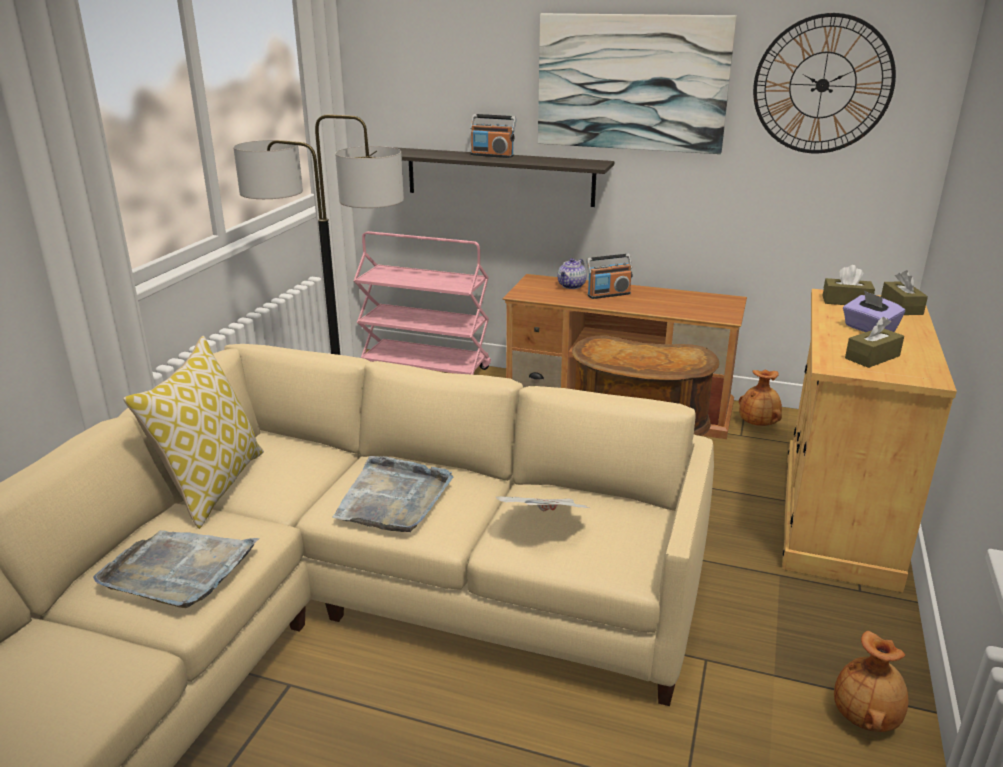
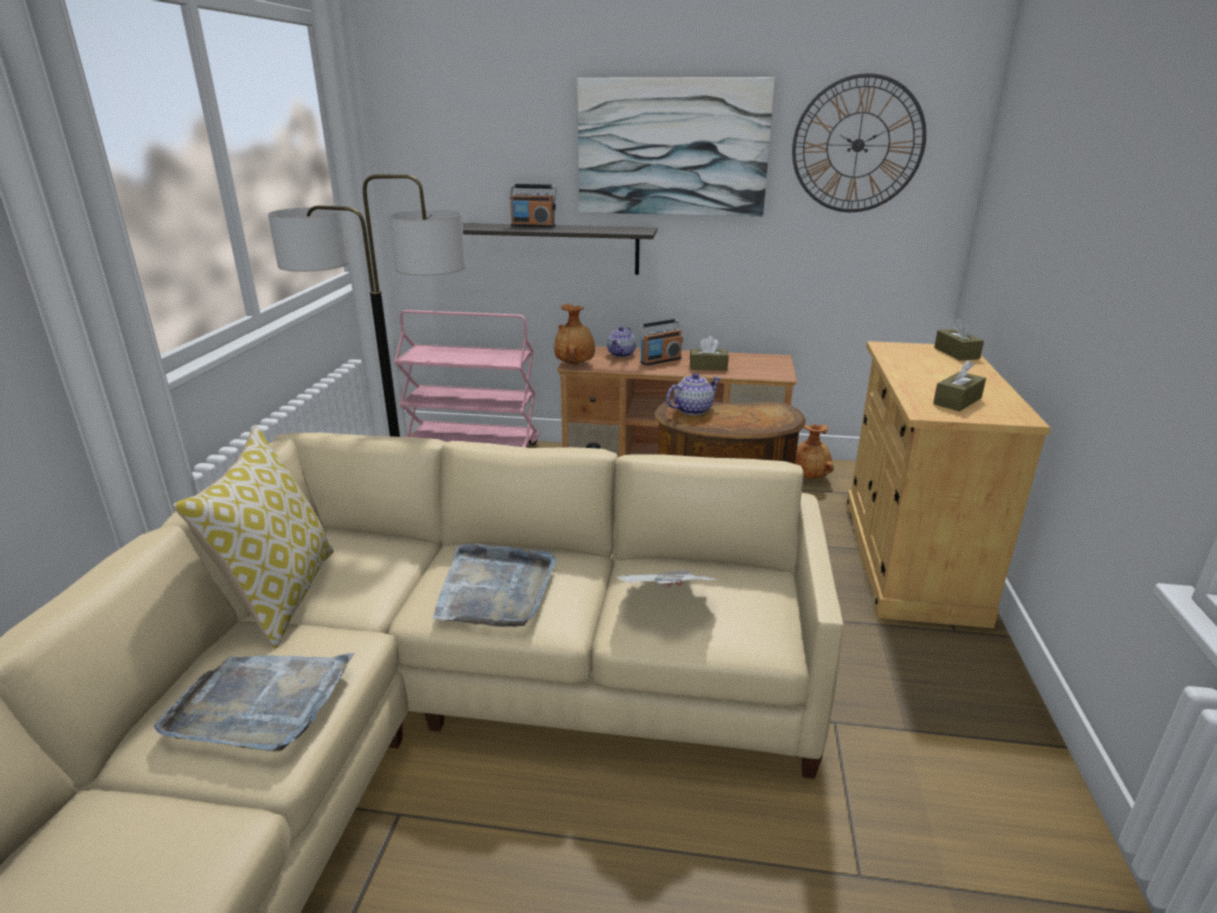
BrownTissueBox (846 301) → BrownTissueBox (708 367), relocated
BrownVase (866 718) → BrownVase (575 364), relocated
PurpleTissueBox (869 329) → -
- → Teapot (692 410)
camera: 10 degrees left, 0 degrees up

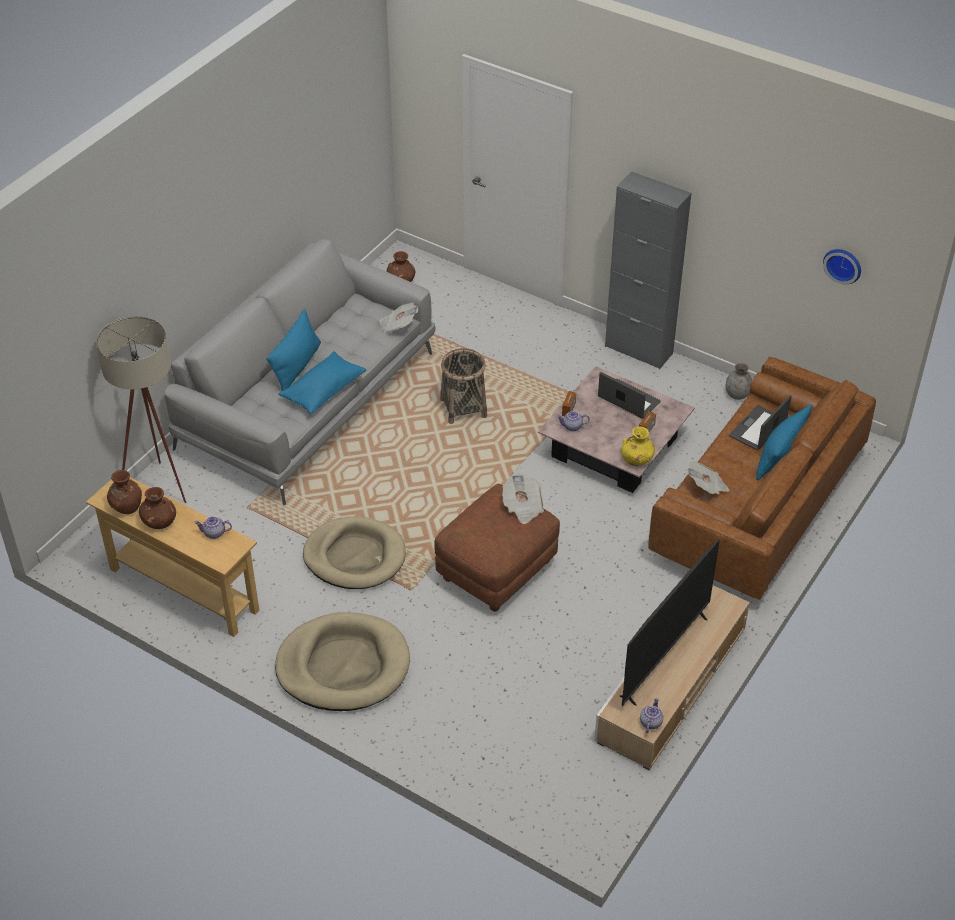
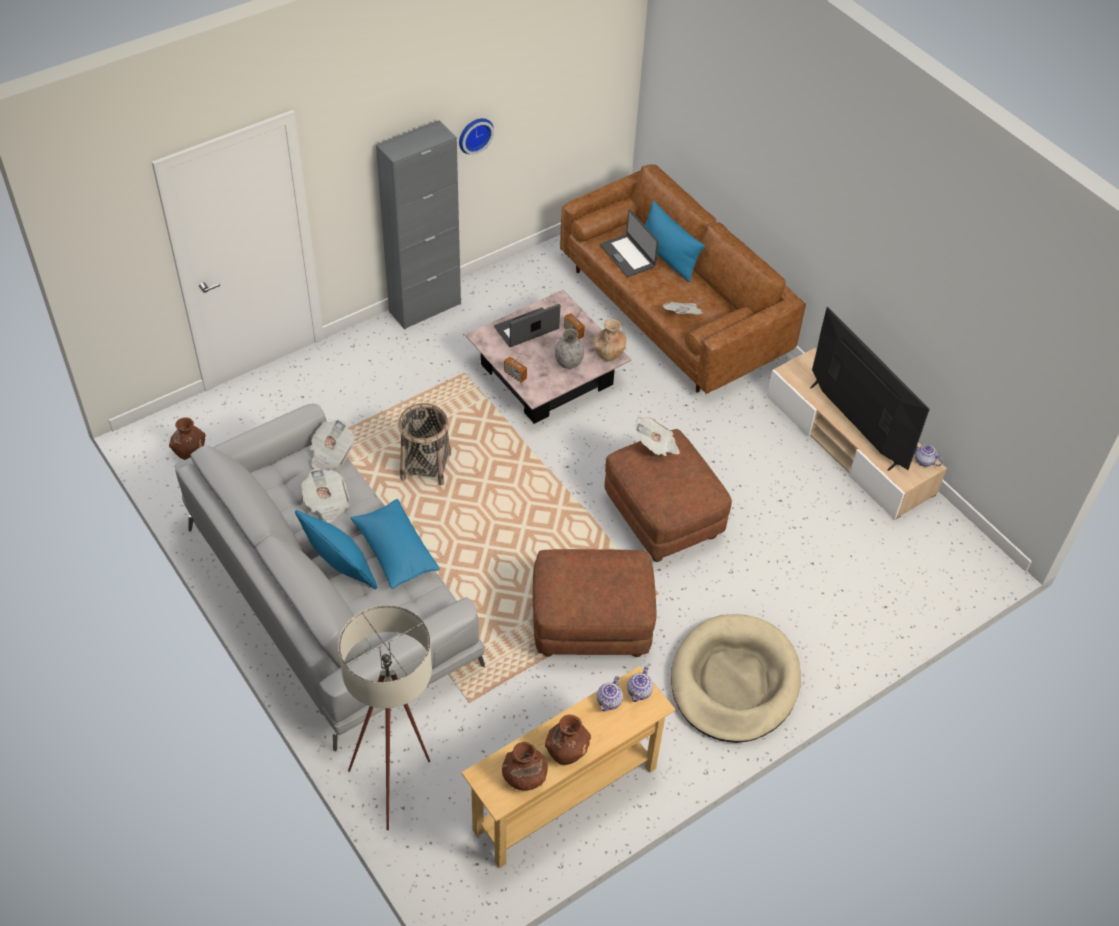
BeigeDogBed (355 556) → BrownOttoman (590 625)
Teapot (572 427) → Teapot (639 692), relocated
YellowVase (637 459) → BrownVase (609 353)
GreyVase (737 395) → GreyVase (568 362), relocated
WallClock (843 264) → WallClock (474 134), relocated
- → Newspaper (326 503)
camera: 70 degrees left, 5 degrees up

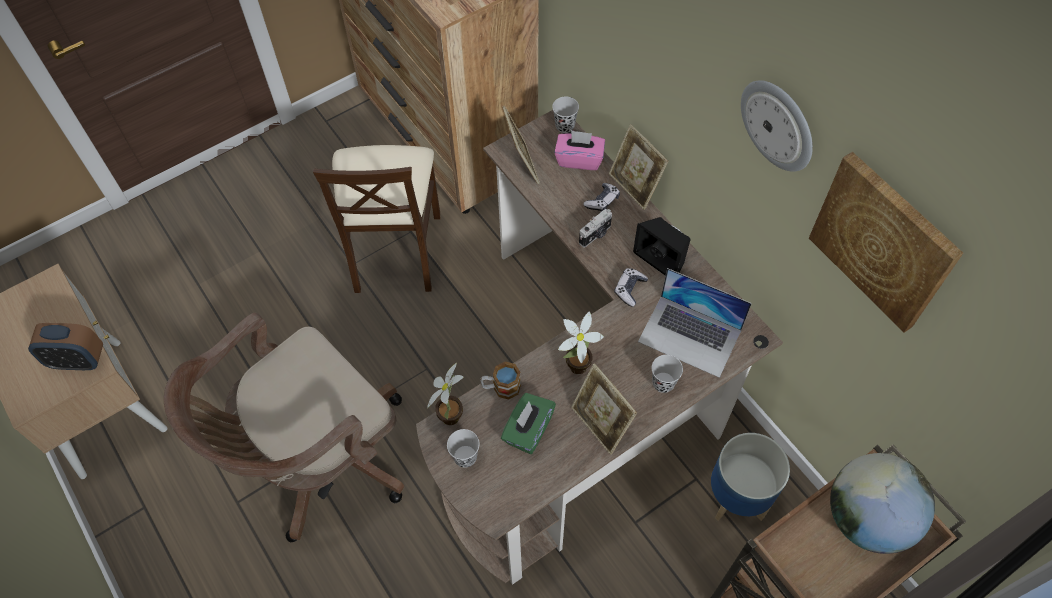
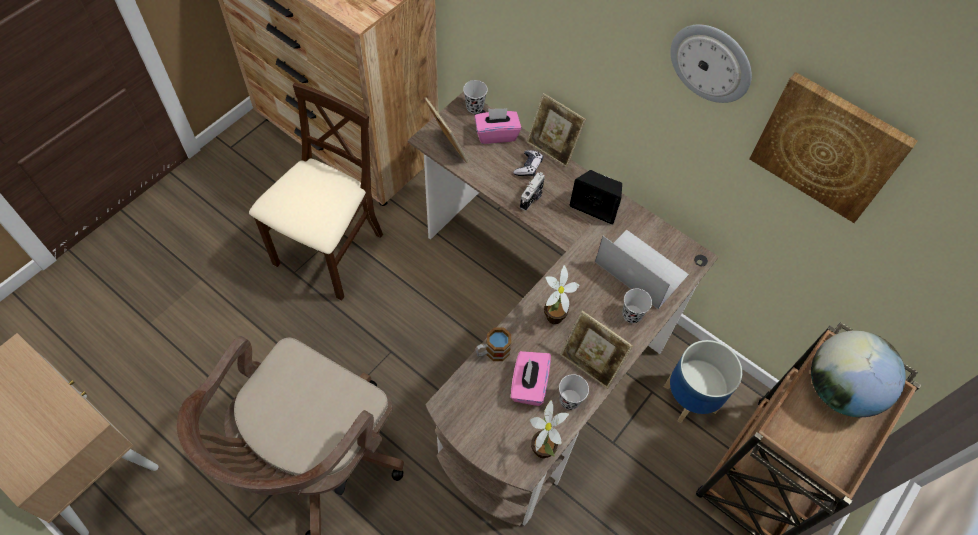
AlarmClock (78 360) → -
BeigeChair (395 251) → BeigeChair (330 252), 135 degrees counterclockwise
PottedPlant (452 414) → PottedPlant (543 446), relocated
BlackCup (465 457) → BlackCup (569 400), relocated
GreenTissueBox (528 430) → PinkTissueBox (528 385)
GameController (629 289) → -
Laptop (690 336) → Laptop (641 268), 150 degrees counterclockwise
camera: 20 degrees left, 0 degrees up

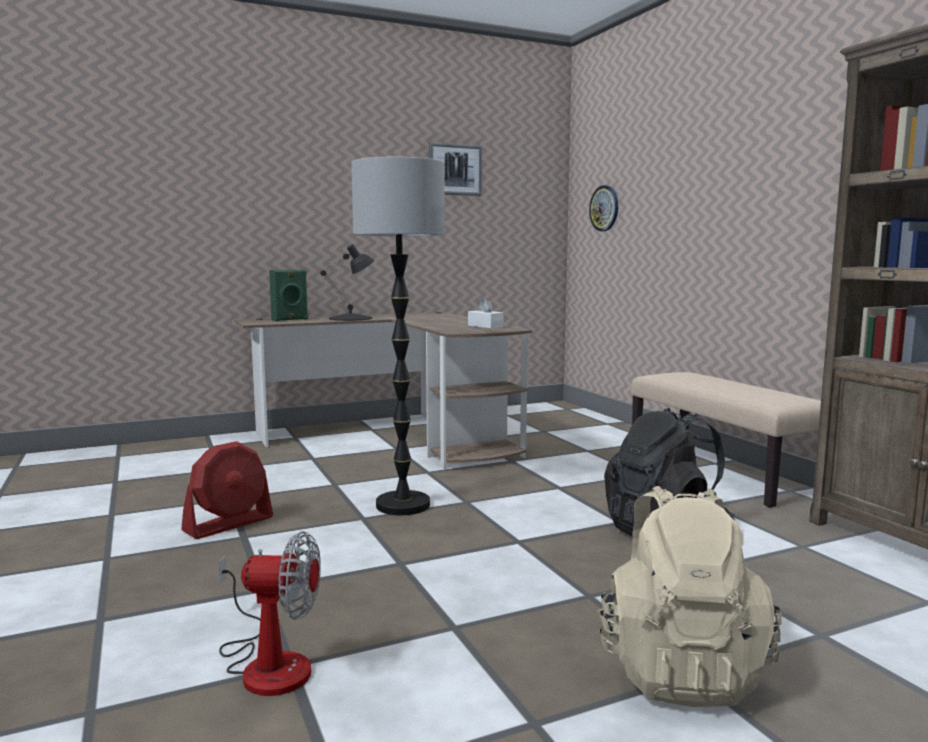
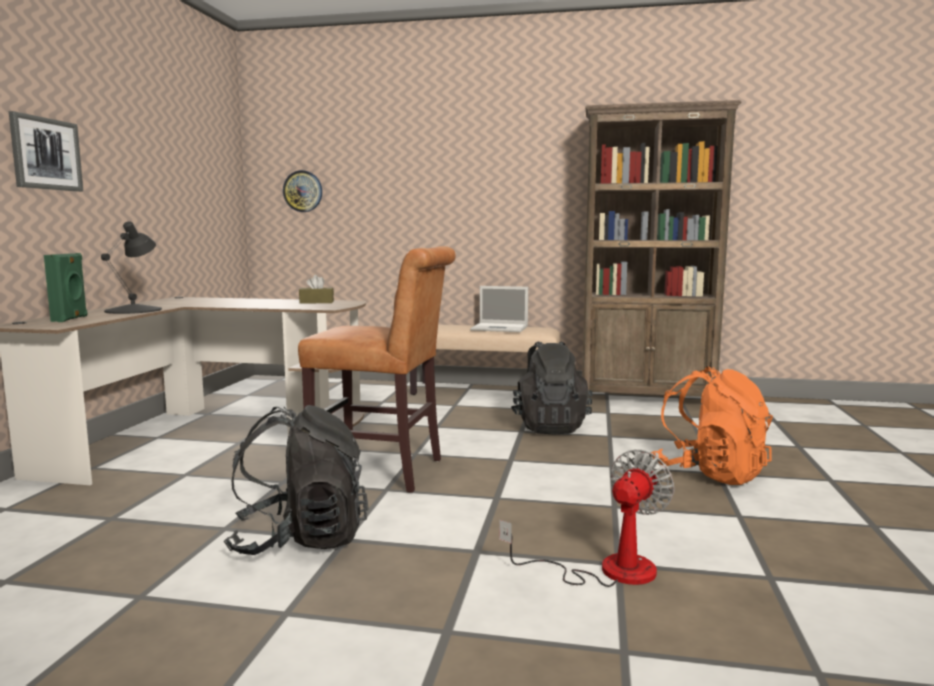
RedFan (229 524) → BlackBackpack (300 540)
FloorLamp (402 505) → BrownChair (384 472)
Picture (455 169) → Picture (46 154), relocated
WhiteTissueBox (485 326) → BrownTissueBox (316 302)
BeigeBackpack (679 669) → OrangeBackpack (710 473)
- → Laptop (500 328)
camera: 55 degrees left, 0 degrees up

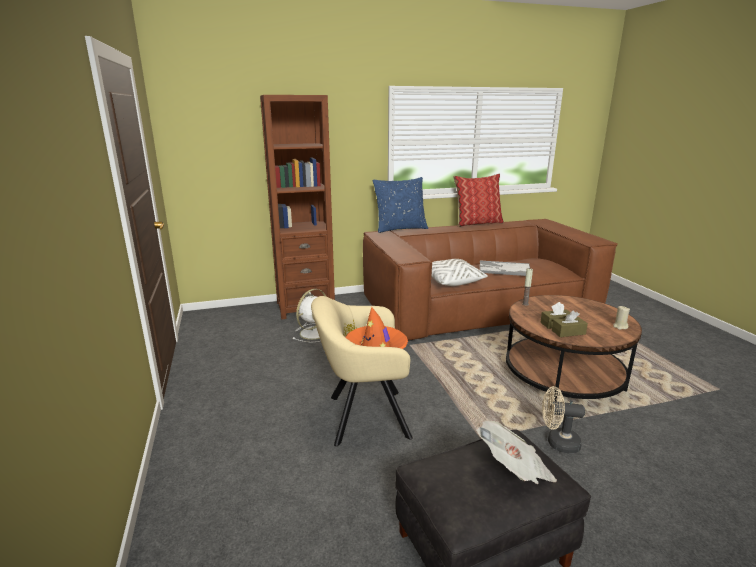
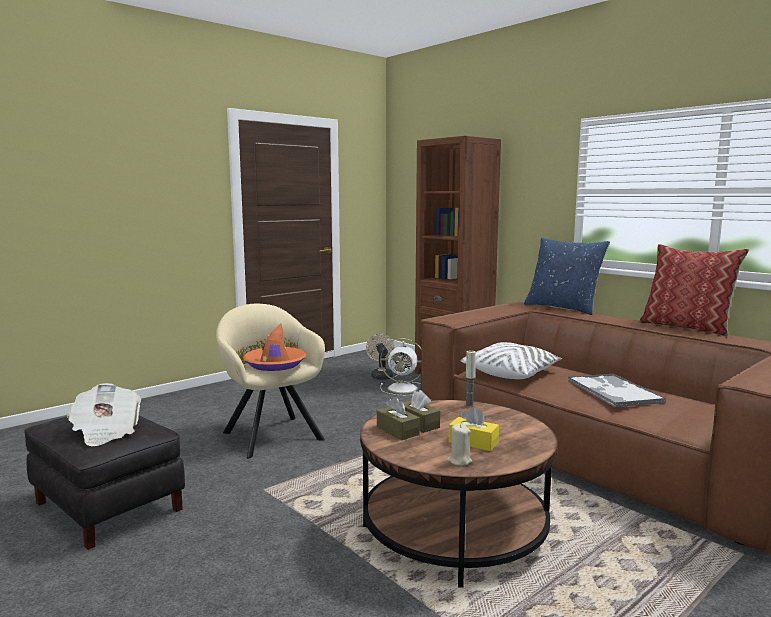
BeigeFan (557 443) → BeigeFan (381 375), relocated
- → YellowTissueBox (473 442)
camera: 65 degrees right, 10 degrees down

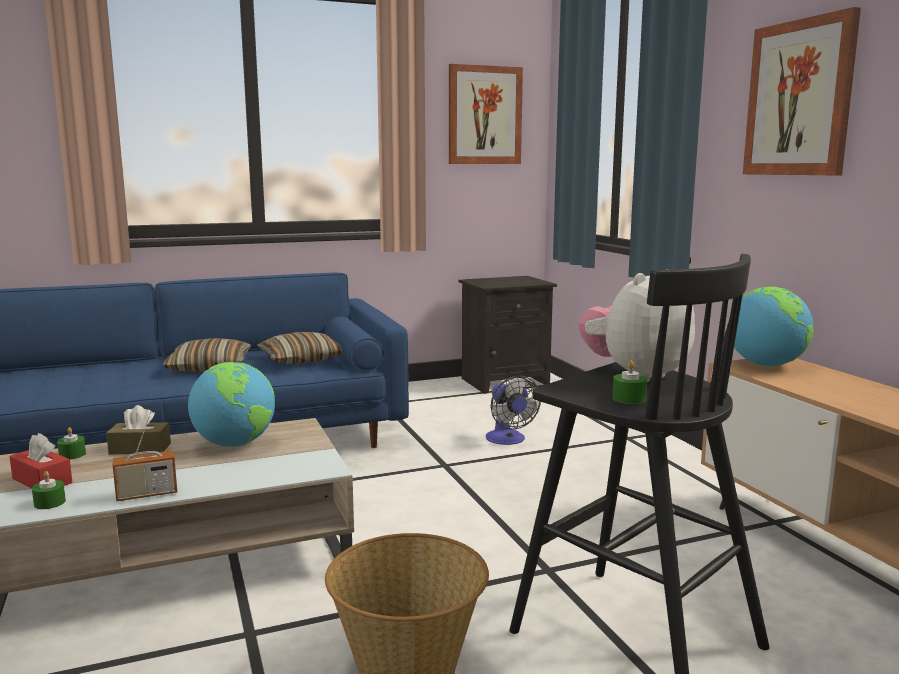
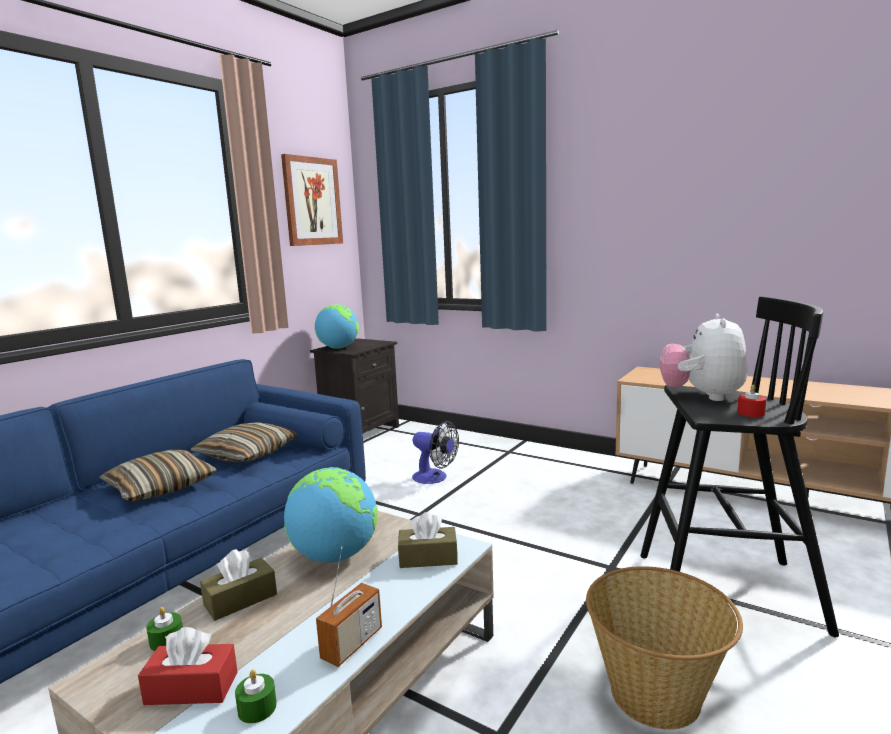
GreenCandle (629 398) → RedCandle (751 413)
Globe (766 365) → Globe (338 348), relocated
Picture (799 98) → -
- → BrownTissueBox (428 558)
camera: 35 degrees left, 0 degrees up

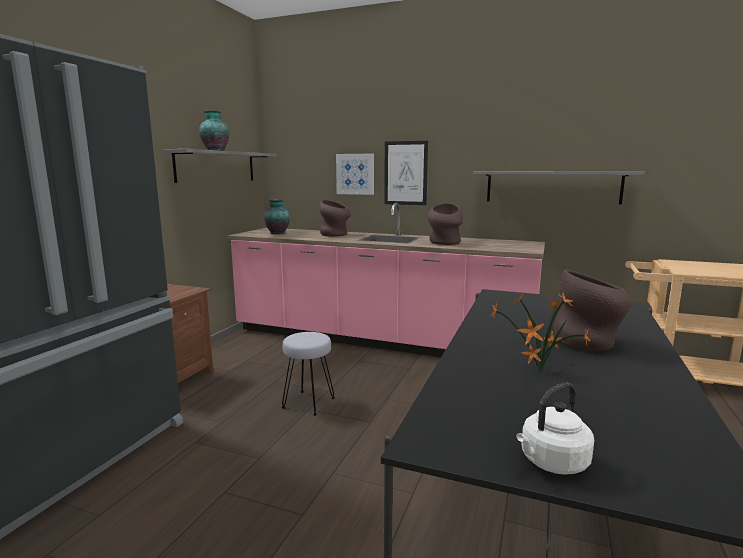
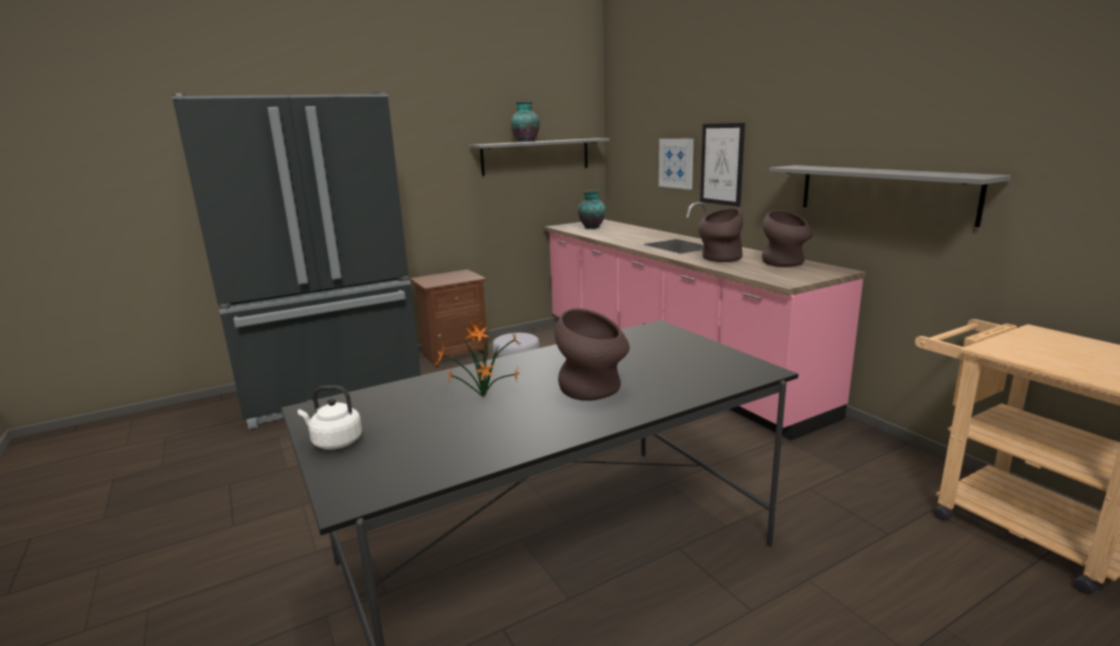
BrownVase (335 235) → BrownVase (784 263), relocated
camera: 40 degrees right, 5 degrees up

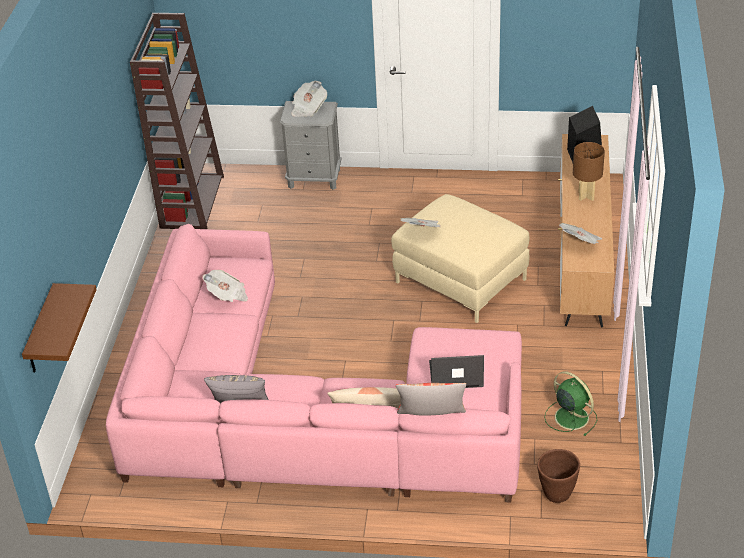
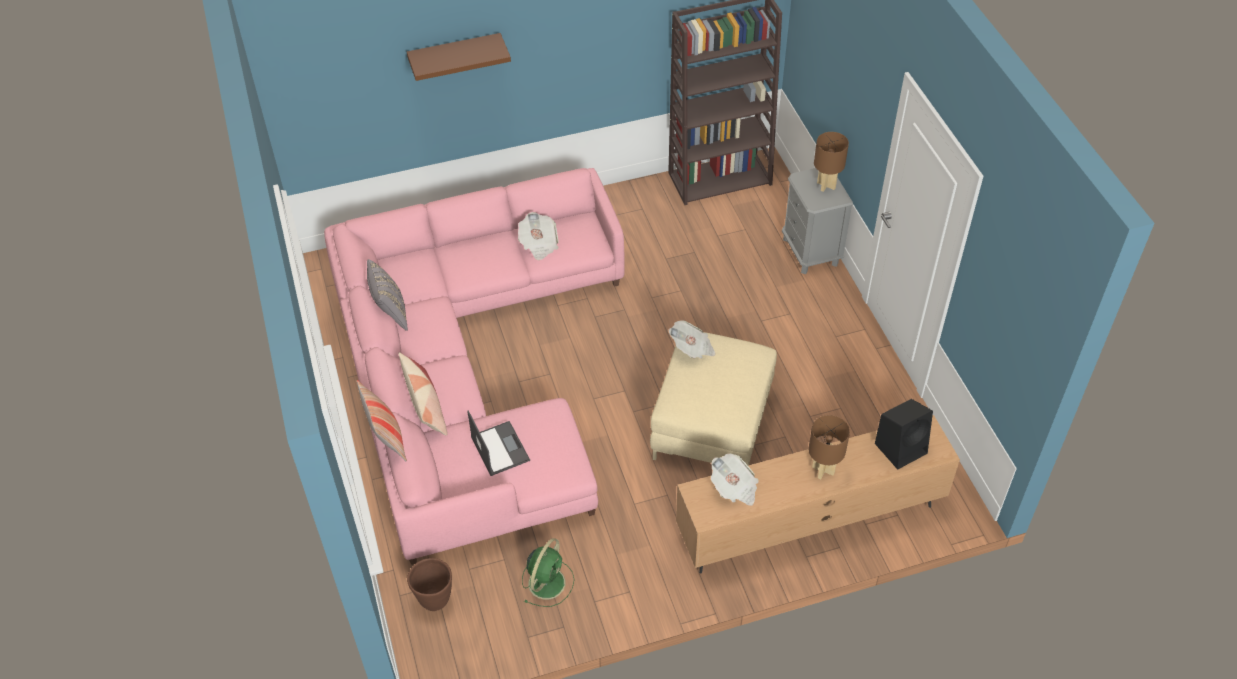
BrownShelf (41 331) → BrownShelf (455 55), relocated
Newspaper (308 108) → BrownTableLamp (825 185)
camera: 65 degrees right, 10 degrees up

